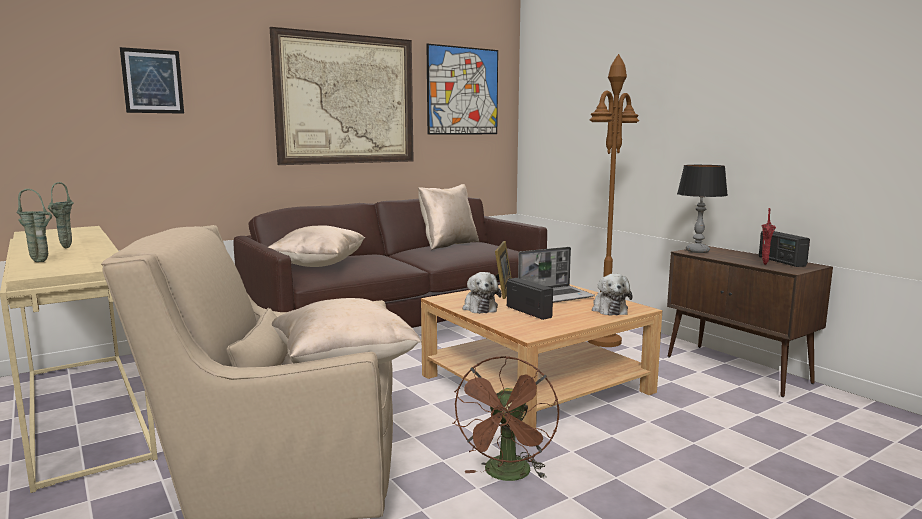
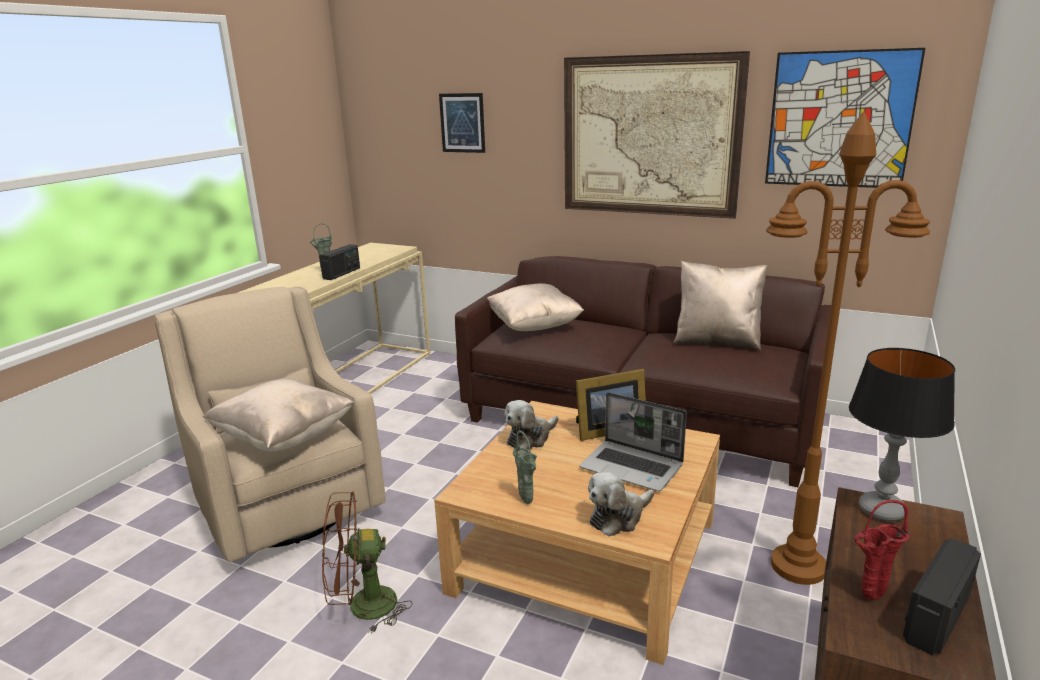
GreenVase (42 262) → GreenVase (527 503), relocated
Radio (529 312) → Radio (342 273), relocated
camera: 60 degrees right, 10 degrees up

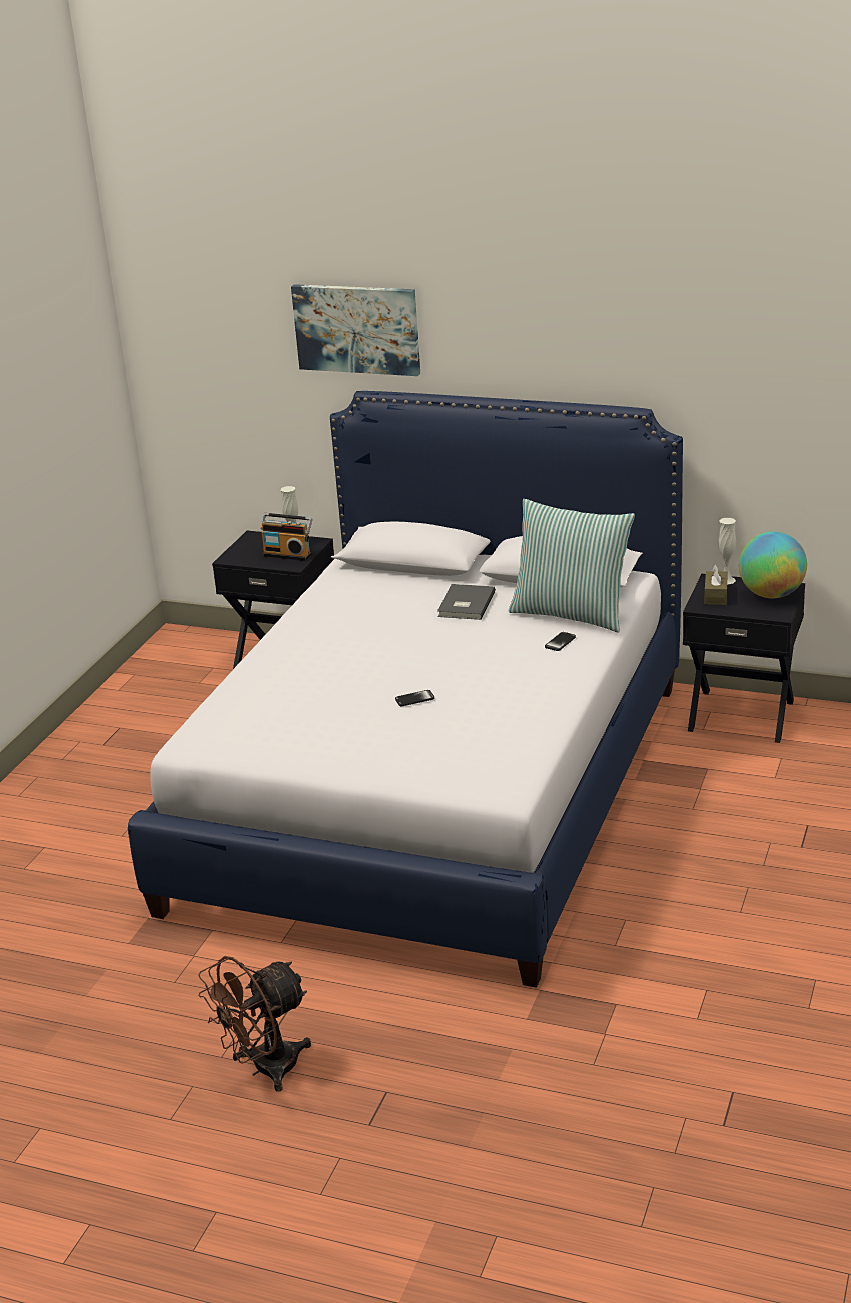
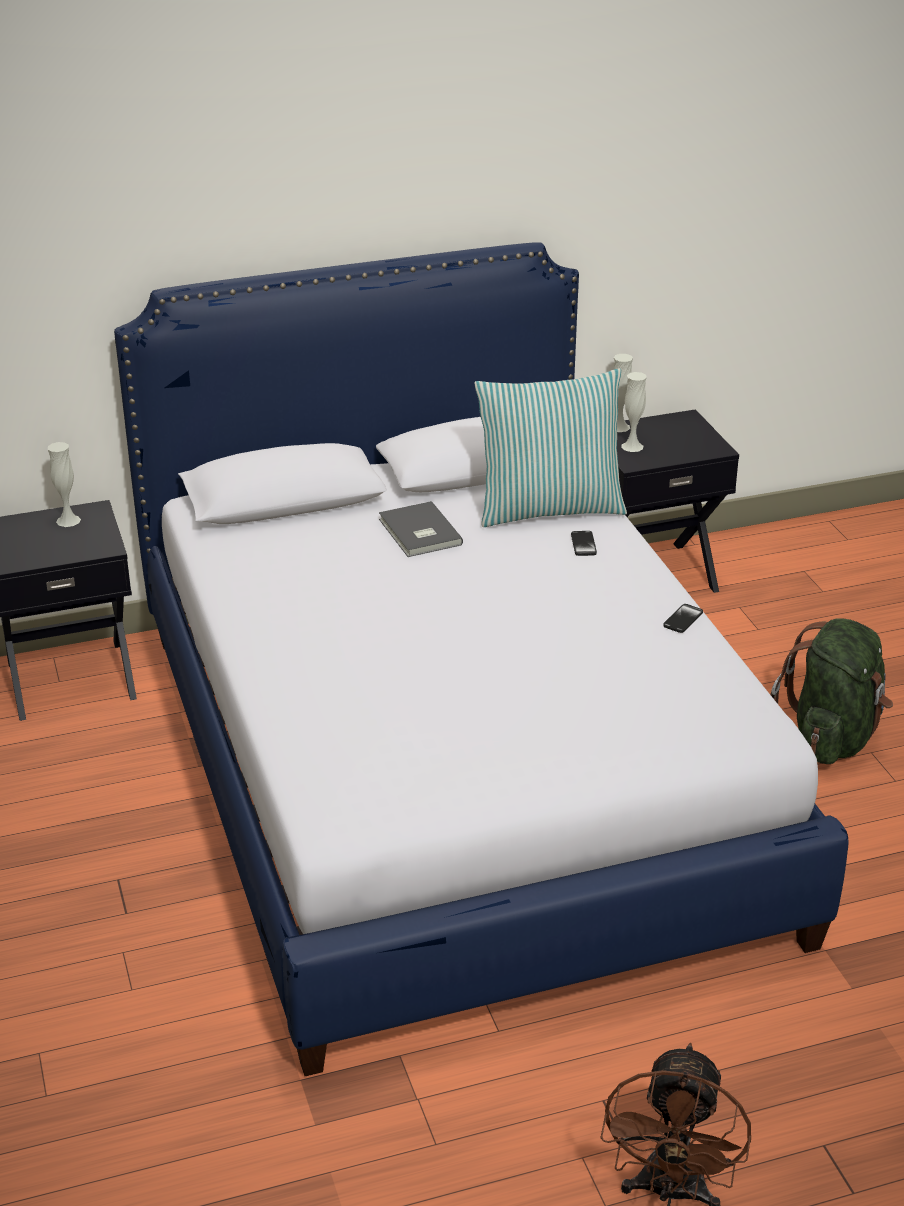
Radio (288 554) → -
Picture (357 329) → -
Phone (414 699) → Phone (683 619), relocated
BrownTissueBox (715 595) → WhiteVase (632 446)
Globe (771 594) → -
- → GreenBackpack (831 738)
camera: 40 degrees left, 5 degrees up

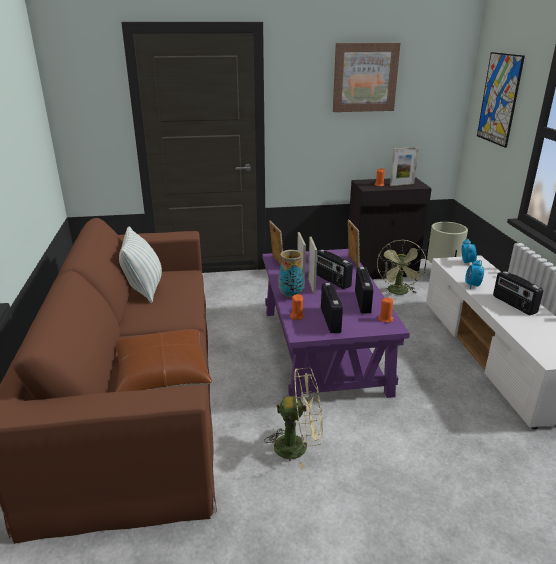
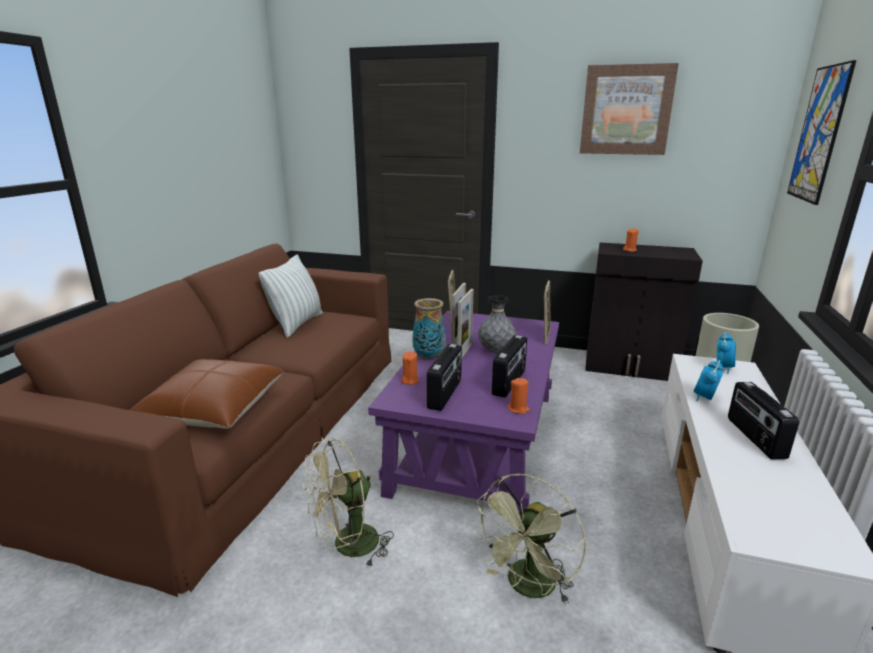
BeigeFan (298 446) → BeigeFan (348 547), 120 degrees clockwise
Radio (332 280) → GreyVase (496 351)
GreenFan (399 292) → GreenFan (528 588), relocated
PictureFrame (402 184) → -
camera: 25 degrees right, 5 degrees down

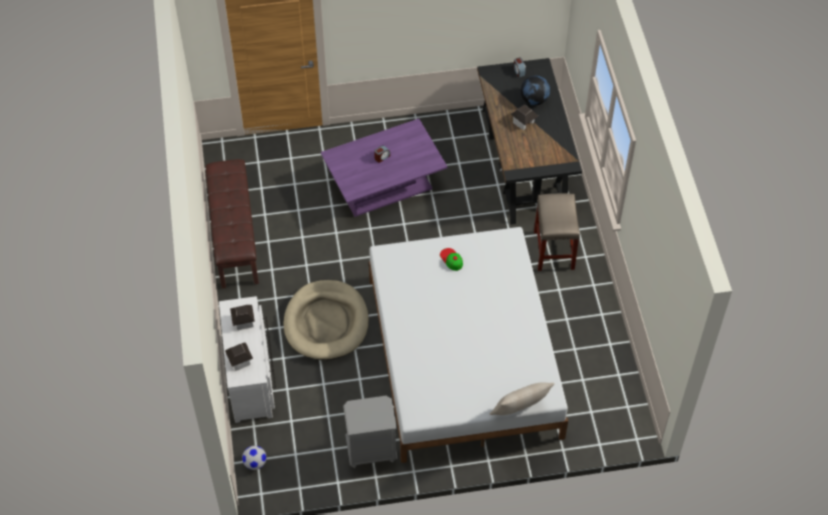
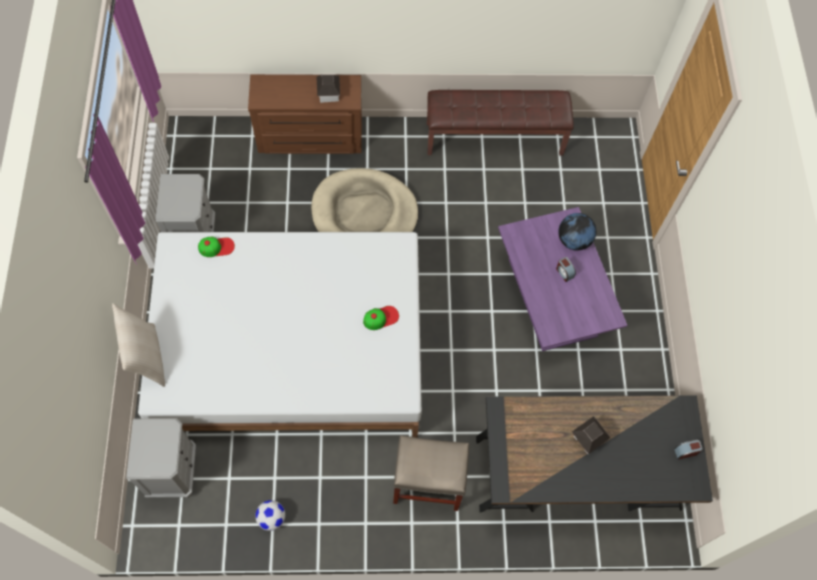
WhiteDresser (251 377) → BrownDresser (310 139)
ToyHouse (239 361) → -
Football (255 463) → Football (271 518), relocated
Globe (534 100) → Globe (573 240), relocated
- → GreyNightstand (173 471)
- → Cap (216 247)
camera: 95 degrees right, 10 degrees up

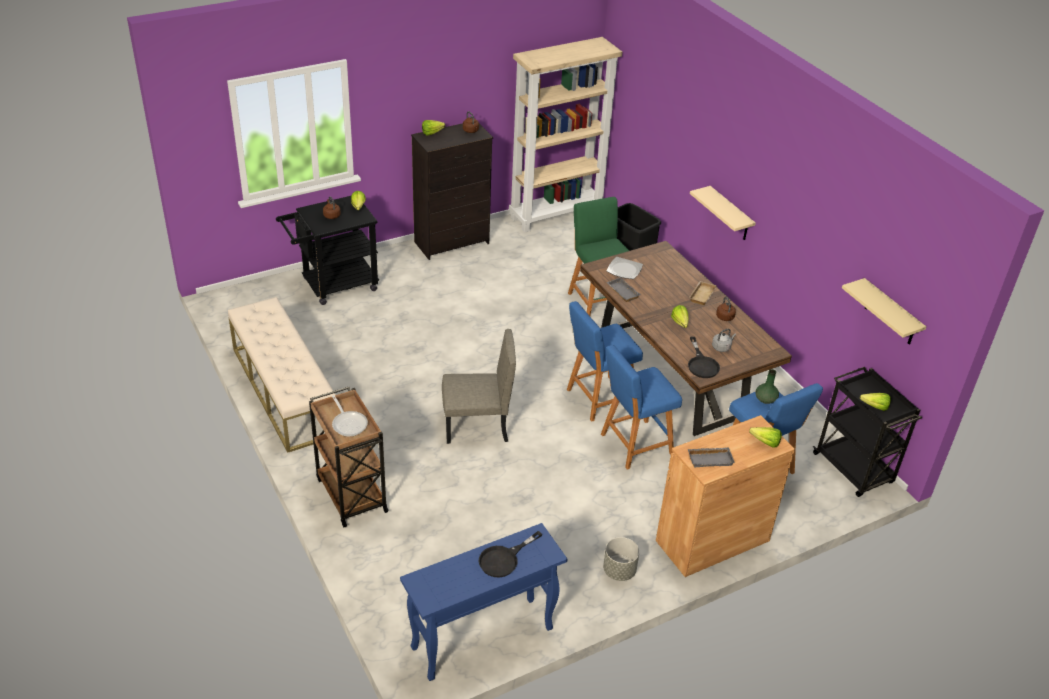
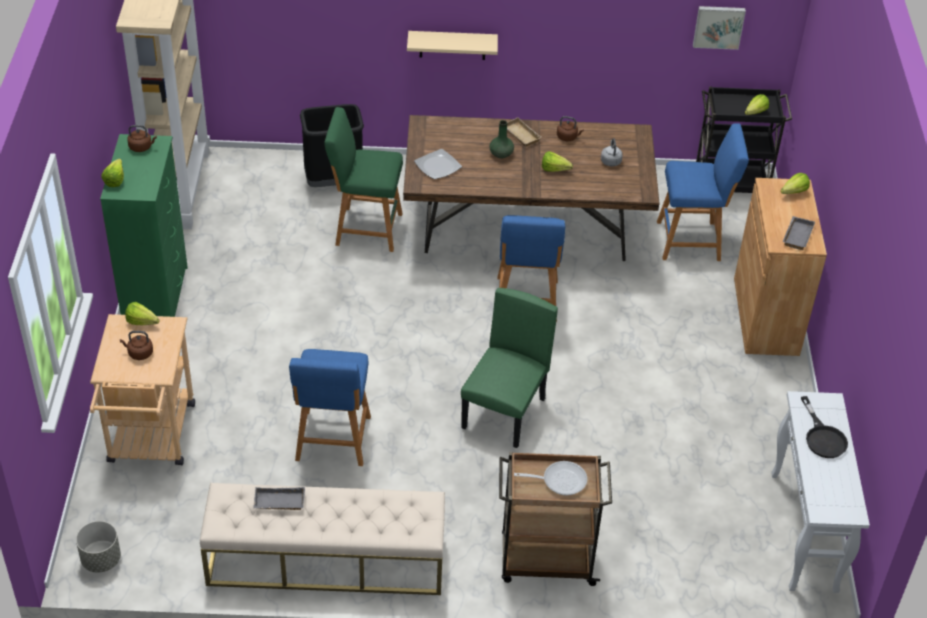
BlackCart (333 286) → BeigeCart (150 440)
BlueConsoleTable (481 639) → WhiteConsoleTable (804 532)
BlackDresser (452 243) → GreenDresser (157 297)
BeigeChair (476 426) → GreenChair (504 413)
BlueStool (633 445) → BlueStool (332 442), relocated
GreyPlanter (619 571) → GreyPlanter (101 560), relocated
GreyTray (621 292) → GreyTray (278 503), relocated
BlackFryingPan (701 364) → -
GreenVase (765 399) → GreenVase (501 154), relocated
BeigeShelf (891 313) → Picture (718 26)
camera: 60 degrees left, 5 degrees up

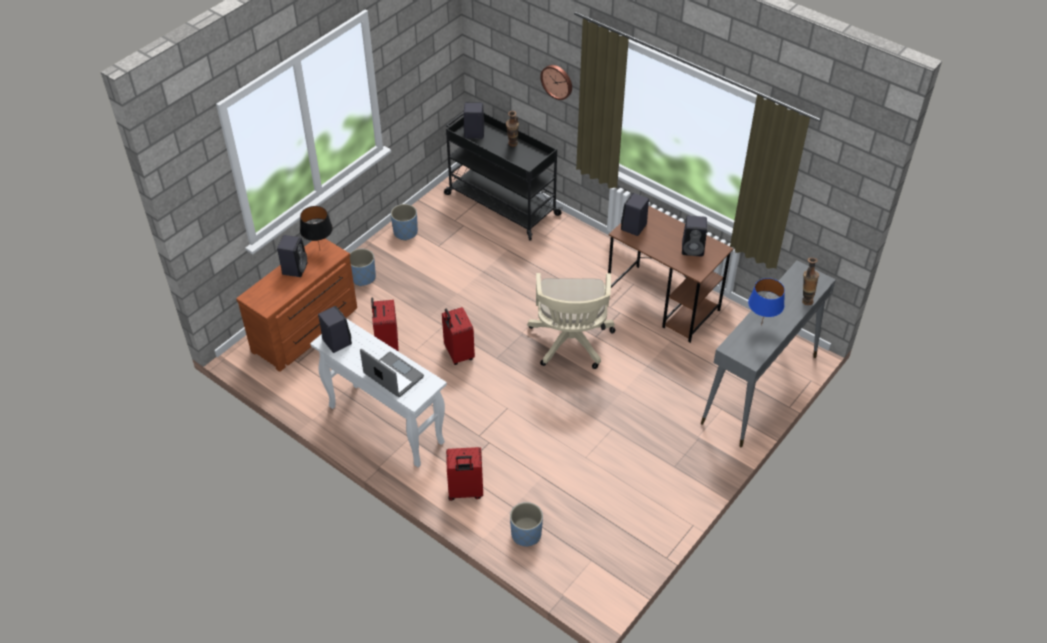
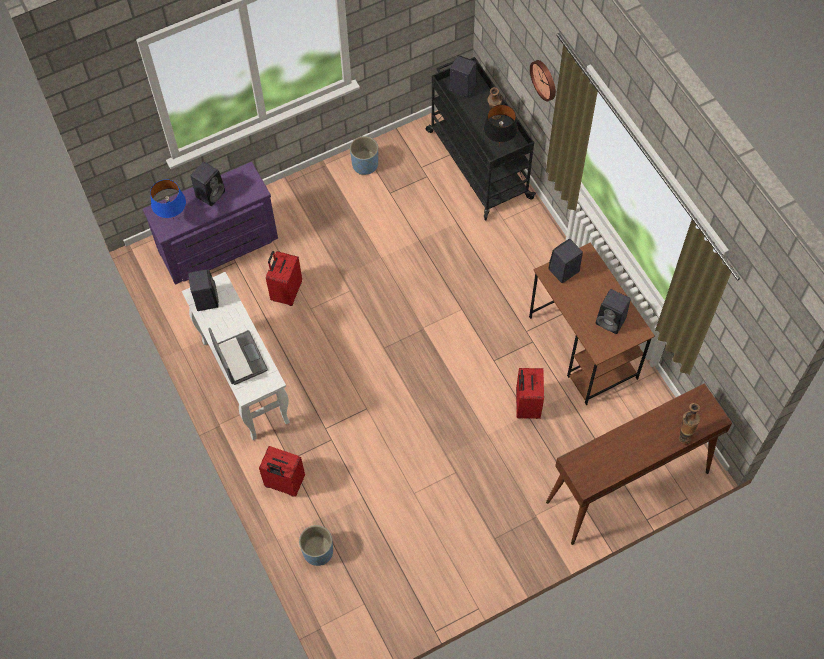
BrownDresser (307 331) → PurpleDresser (219 247)
BlackTableLamp (320 250) → BlackTableLamp (499 146), relocated
BluePlanter (363 278) → -
RedSuitcase (458 354) → RedSuitcase (526 405), relocated
BeigeOfficeChair (571 343) → -
GreyConsoleTable (759 390) → BrownConsoleTable (627 487)
BlueTableLamp (761 325) → BlueTableLamp (173 220), relocated
camera: 25 degrees right, 15 degrees up

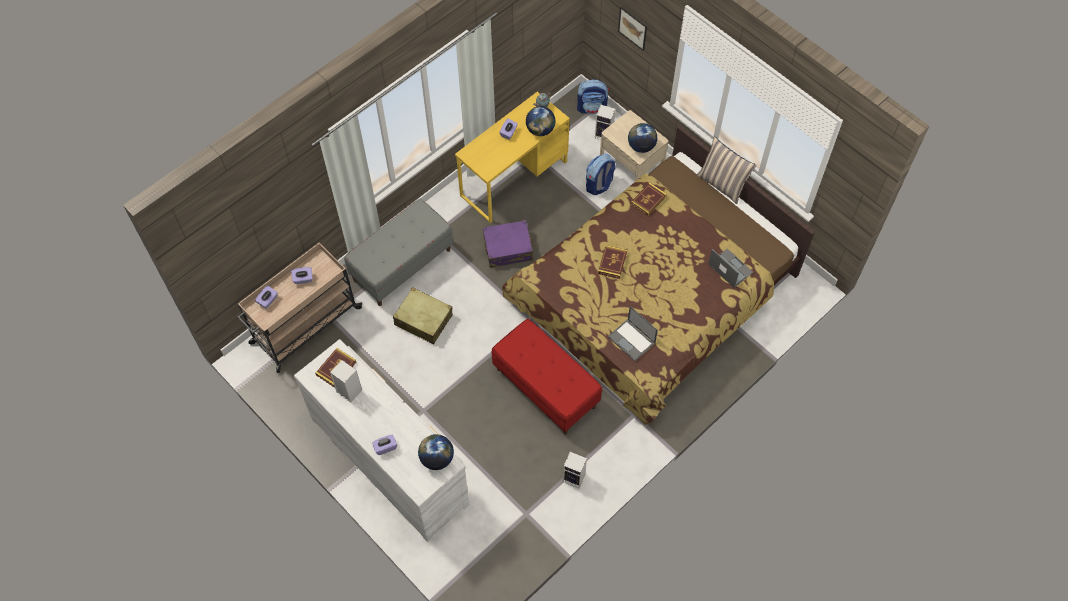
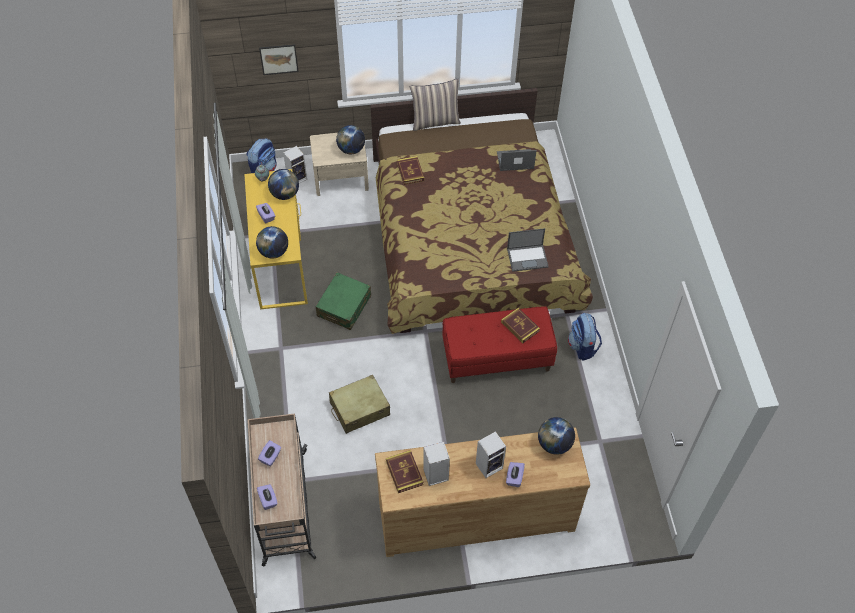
WhiteDresser (390 460) → BrownDresser (475 515)
GreyBench (402 264) → -
PurpleSuitcase (508 248) → GreenSuitcase (344 306)
Speaker (575 478) → Speaker (489 465), relocated
Backpack (599 185) → Backpack (582 347), relocated
Book (612 263) → Book (520 326), relocated
- → Globe (273 252)
camera: 55 degrees left, 5 degrees down

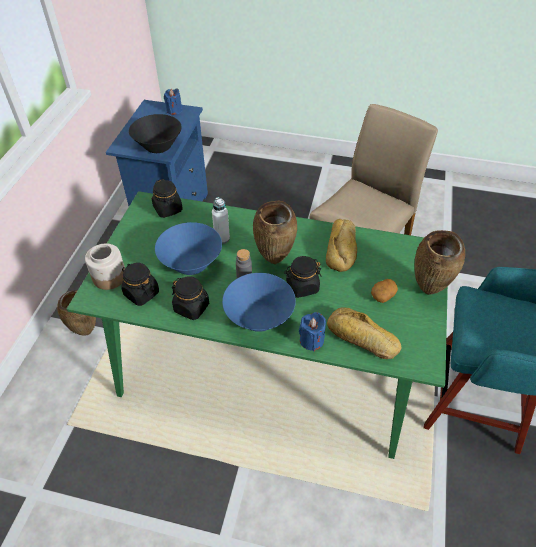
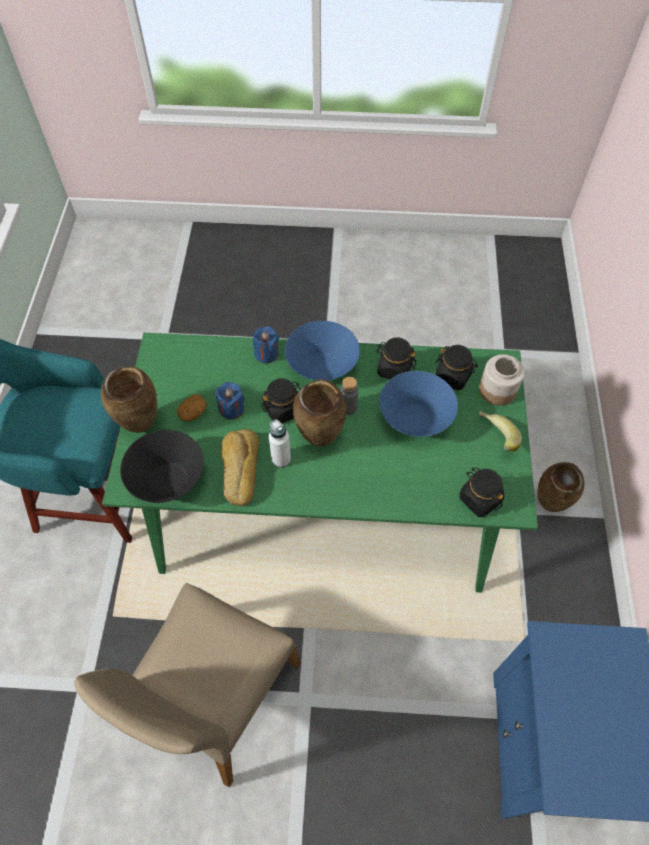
BlackBowl (158 146) → BlackBowl (168 480), relocated
BlueCandle (174 110) → BlueCandle (231 409), relocated
WhiteBottle (222 238) → WhiteBottle (281 459), relocated
Bread (361 338) → -
- → Banana (494 438)
camera: 170 degrees right, 10 degrees up

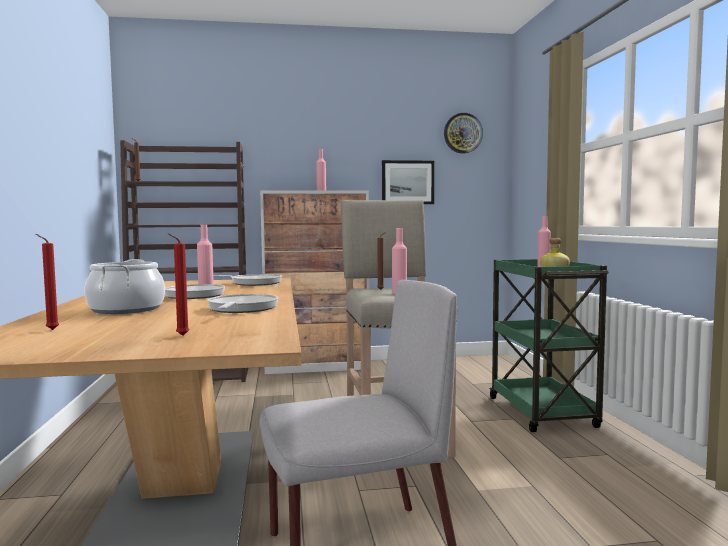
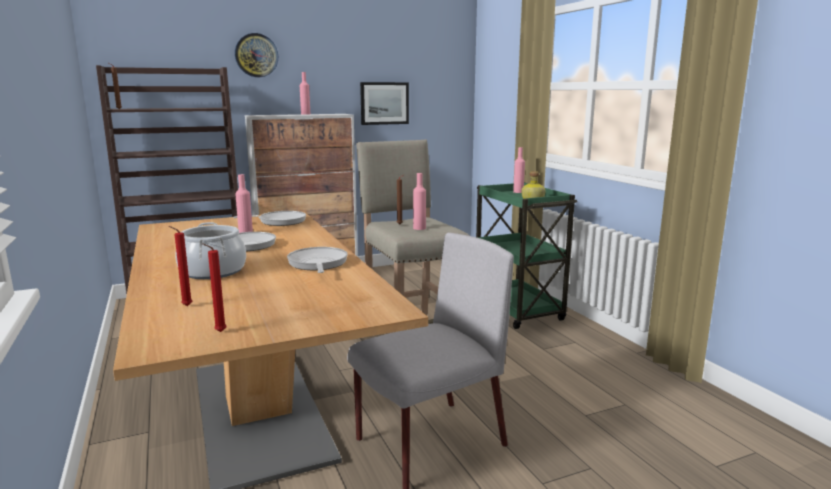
RedCandle (180 336) → RedCandle (218 332), relocated
WallClock (462 133) → WallClock (256 55), relocated
camera: 15 degrees left, 10 degrees up

